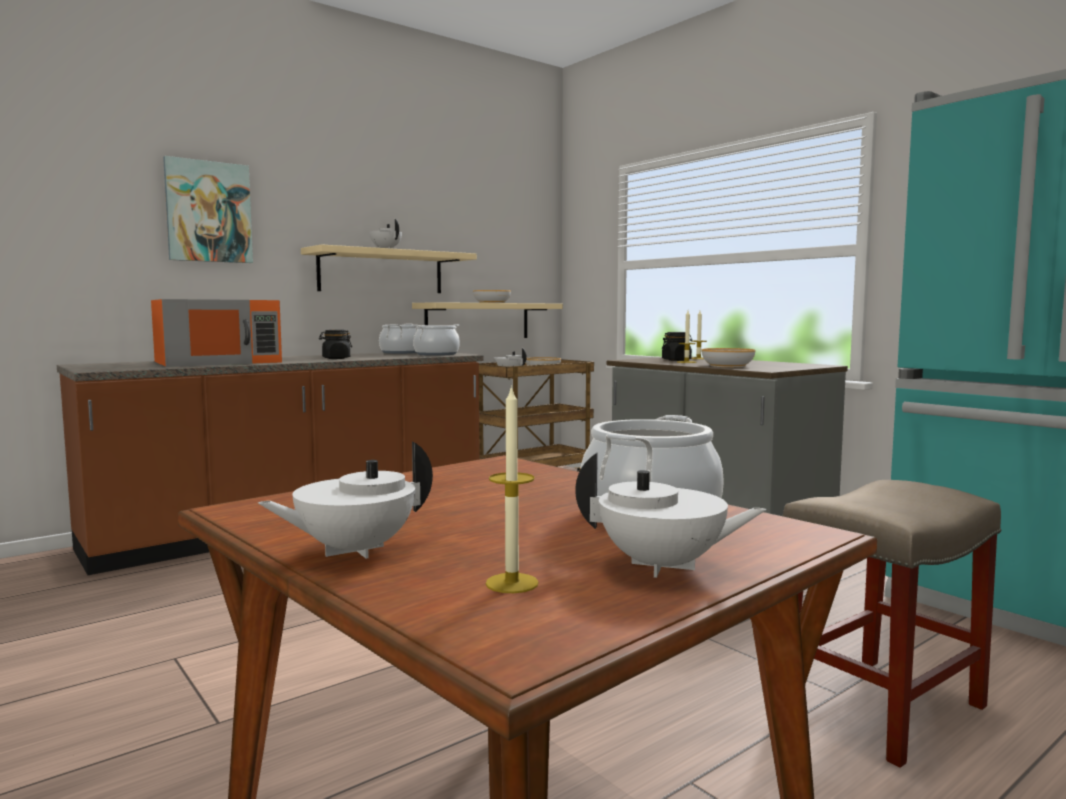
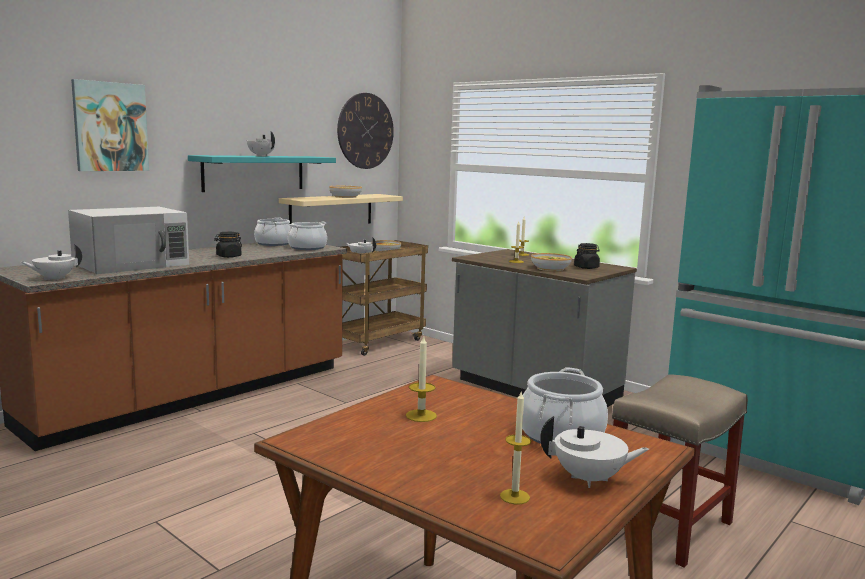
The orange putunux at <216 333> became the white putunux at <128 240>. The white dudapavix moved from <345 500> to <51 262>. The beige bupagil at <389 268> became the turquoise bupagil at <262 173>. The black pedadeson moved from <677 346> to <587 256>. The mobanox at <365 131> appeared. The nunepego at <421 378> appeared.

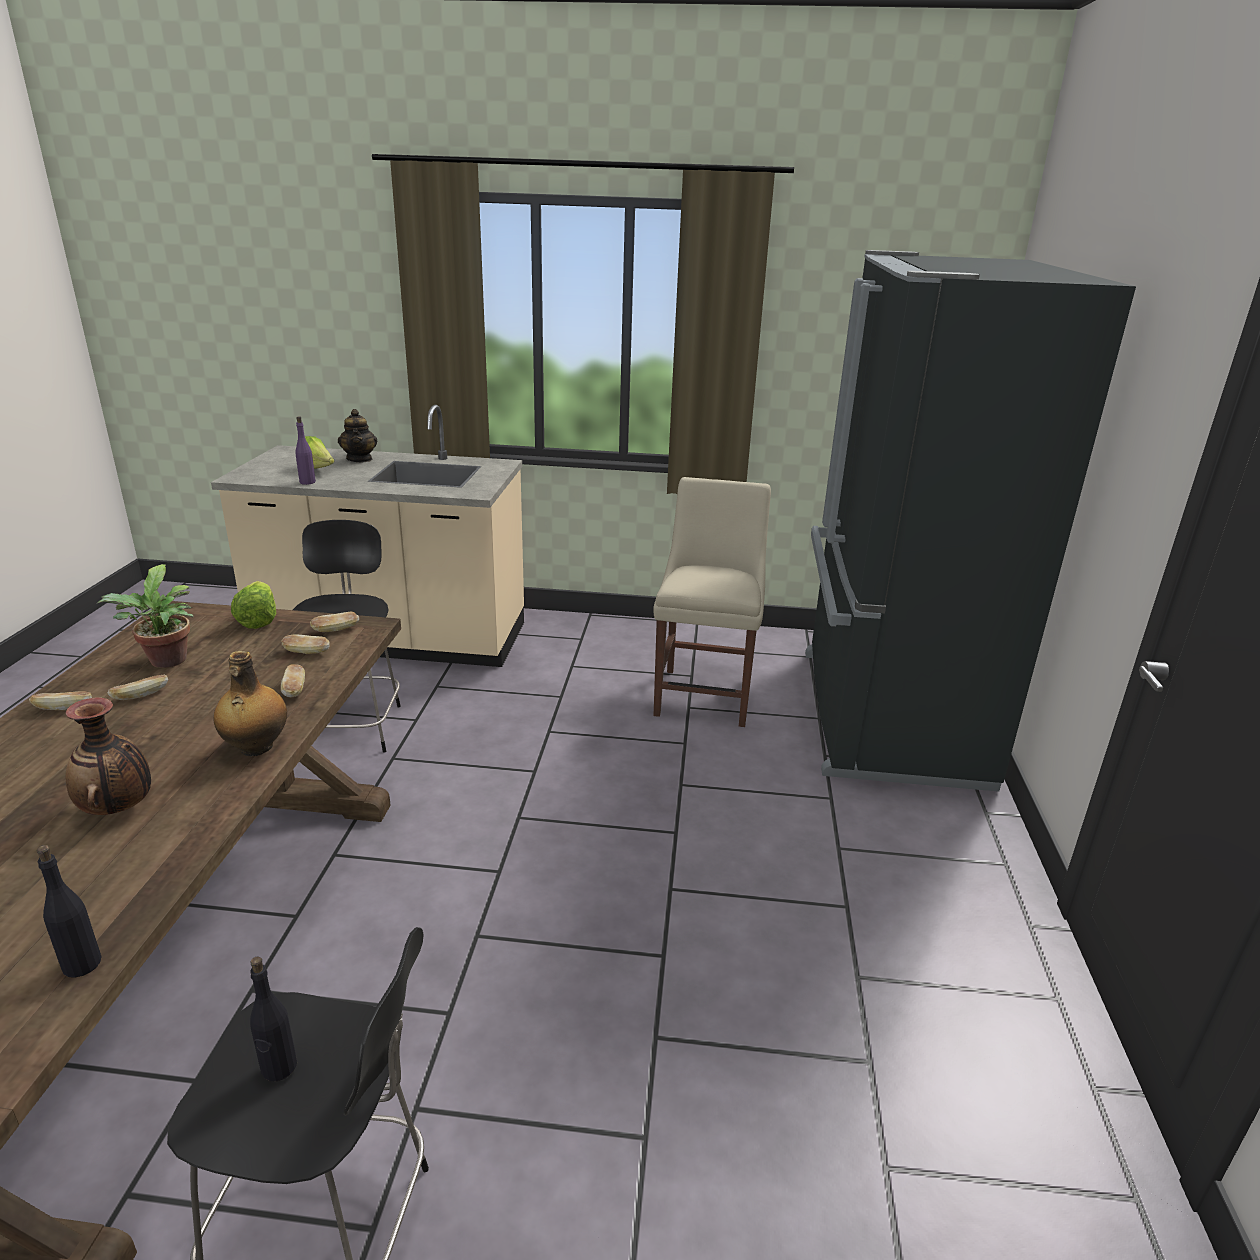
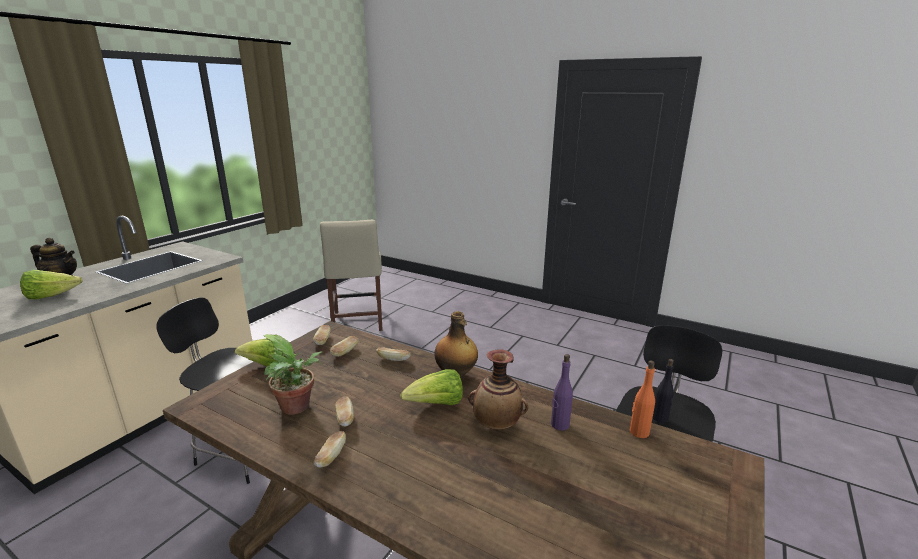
The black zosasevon at <69 911> became the orange zosasevon at <642 399>. The purple zosasevon moved from <305 450> to <562 392>. The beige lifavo at <712 602> turned 135 degrees counterclockwise. The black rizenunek at <970 521> disappeared. The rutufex at <431 387> appeared.

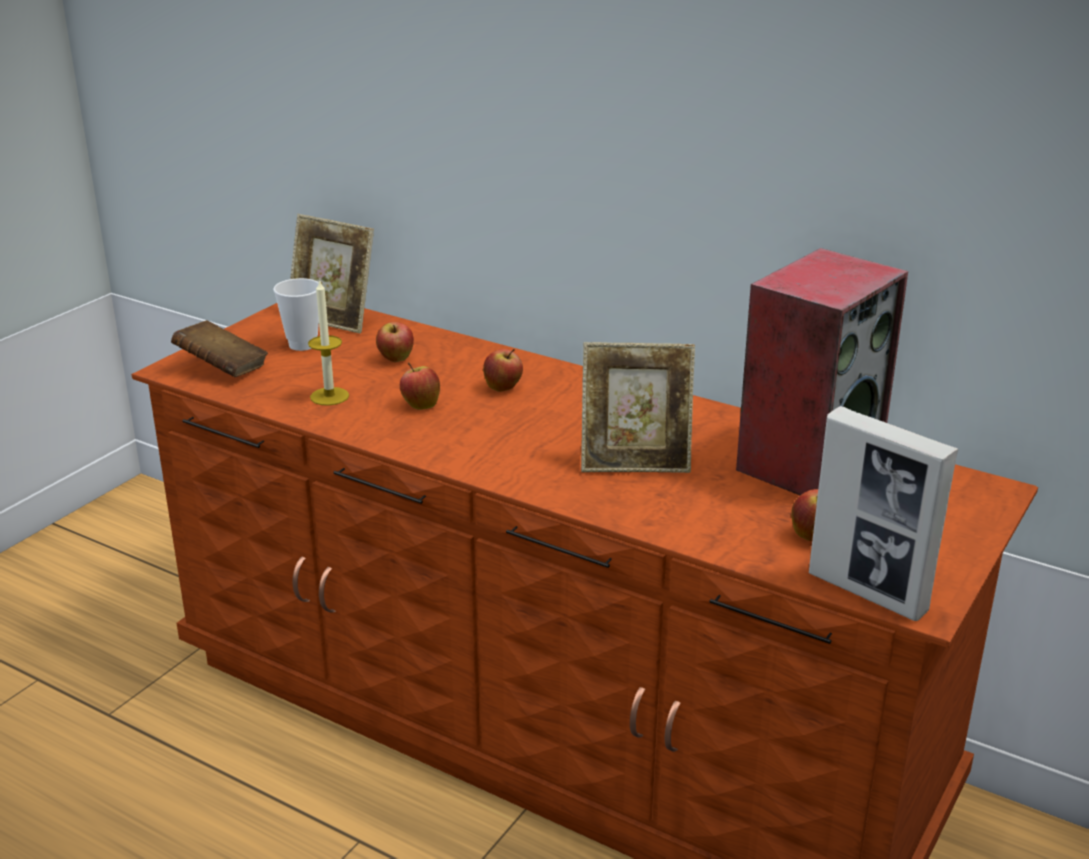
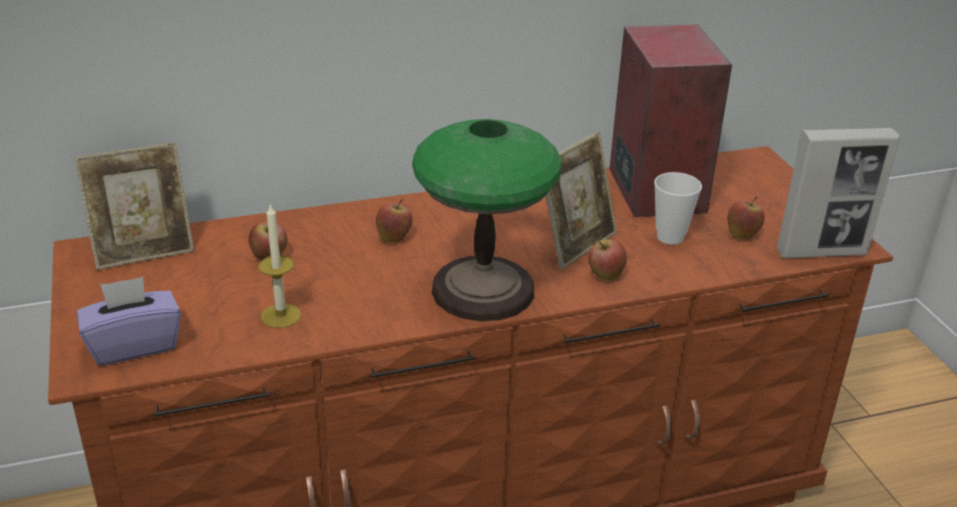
The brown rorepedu at <219 348> was replaced by the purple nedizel at <129 321>. The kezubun moved from <296 314> to <678 208>. The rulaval moved from <420 386> to <607 260>. The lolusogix at <487 220> appeared.

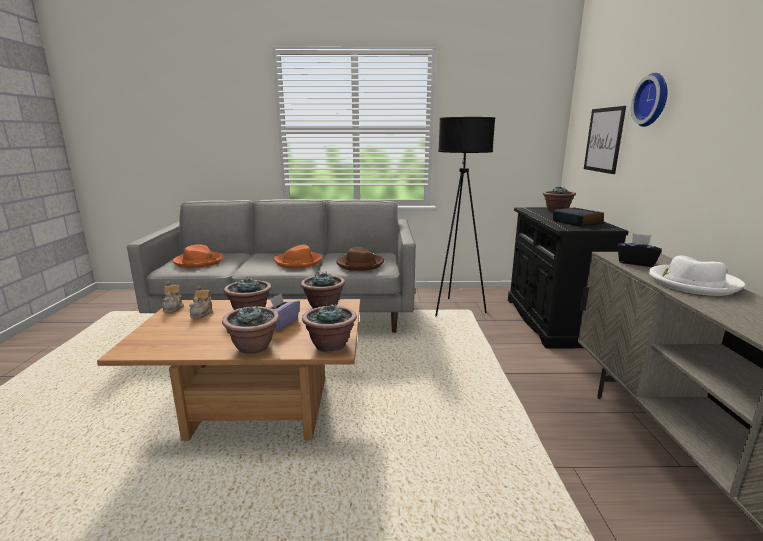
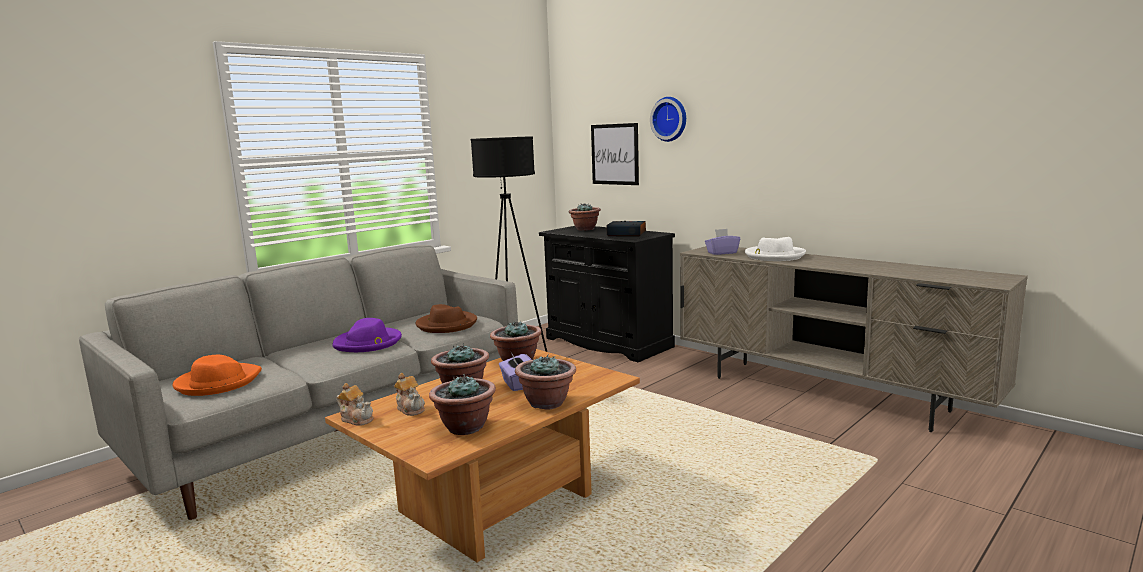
The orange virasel at <298 256> became the purple virasel at <367 335>. The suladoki moved from <329 327> to <462 404>. The black nedizel at <640 250> became the purple nedizel at <722 242>.

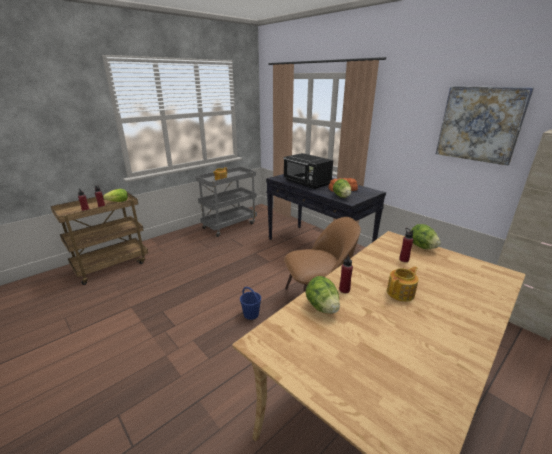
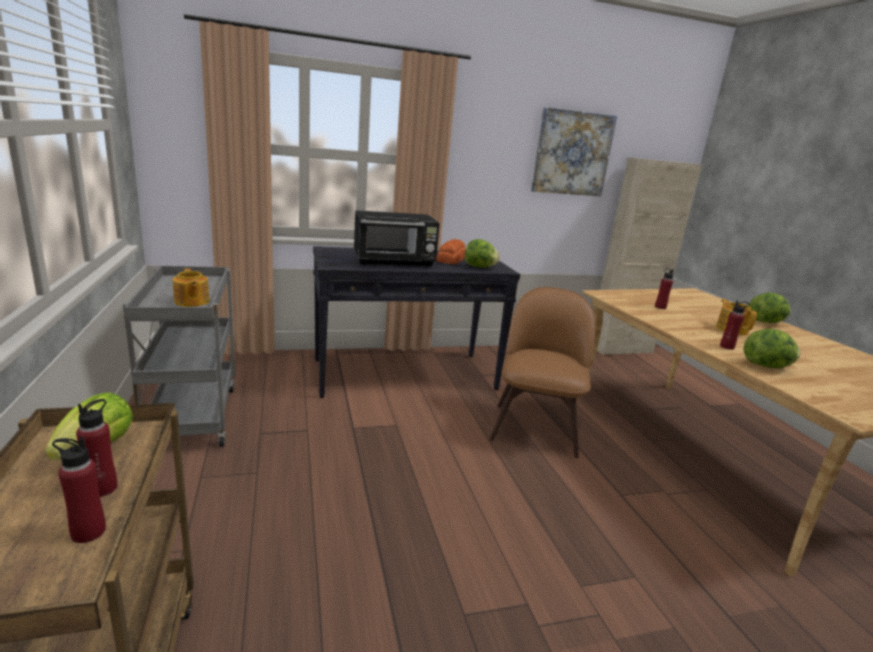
The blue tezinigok at <250 303> disappeared. The rutufex moved from <425 236> to <770 308>.

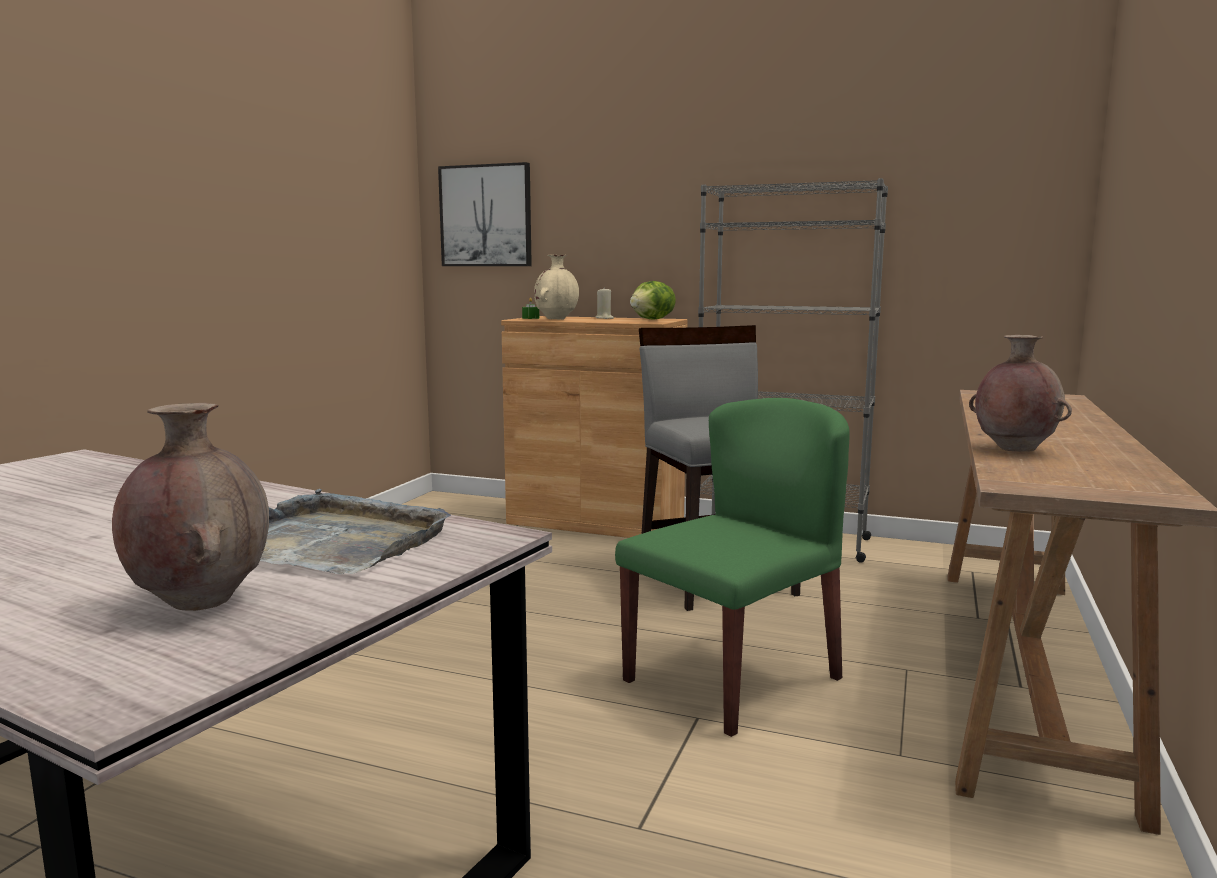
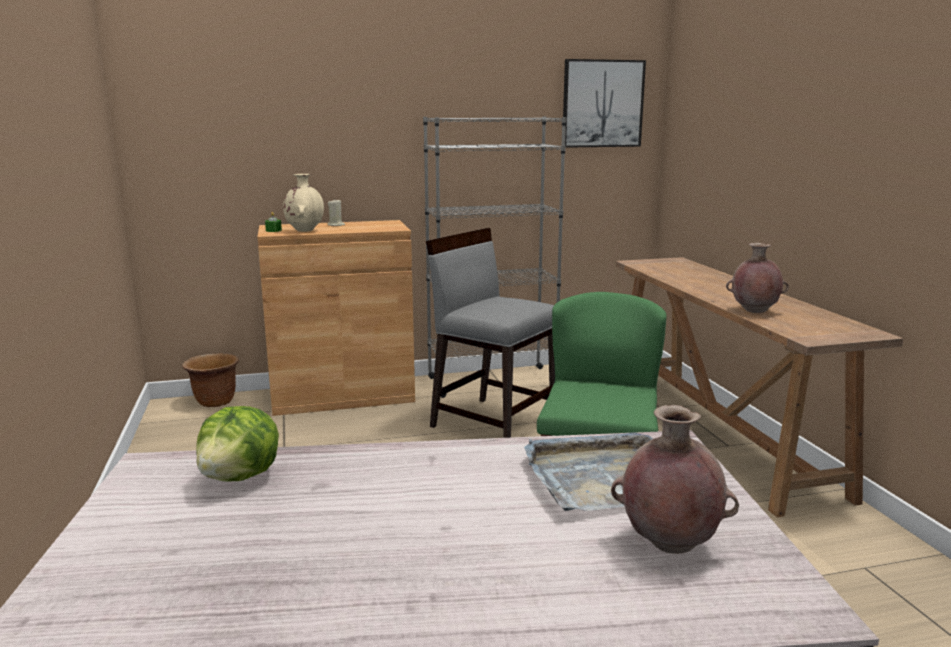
The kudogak moved from <485 214> to <604 103>. The rutufex moved from <653 300> to <237 443>. The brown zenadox at <210 380> appeared.

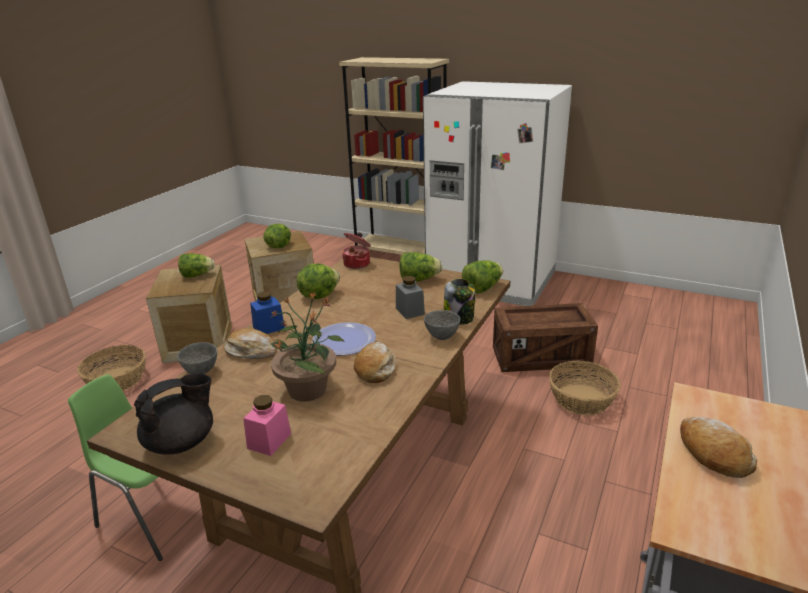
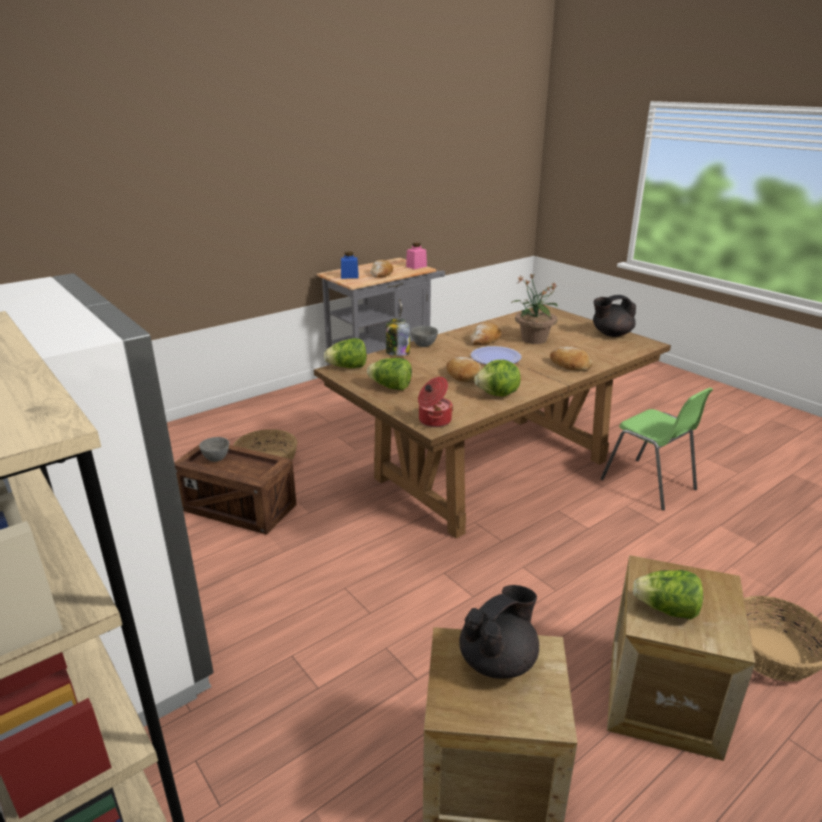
The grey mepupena moved from <197 358> to <214 449>. The pink pedadeson moved from <267 425> to <416 256>. The blue pedadeson moved from <267 312> to <350 265>. The rutufex at <277 236> was replaced by the black dudapavix at <499 632>. The grey pedadeson at <410 297> disappeared. The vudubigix at <463 370> appeared.

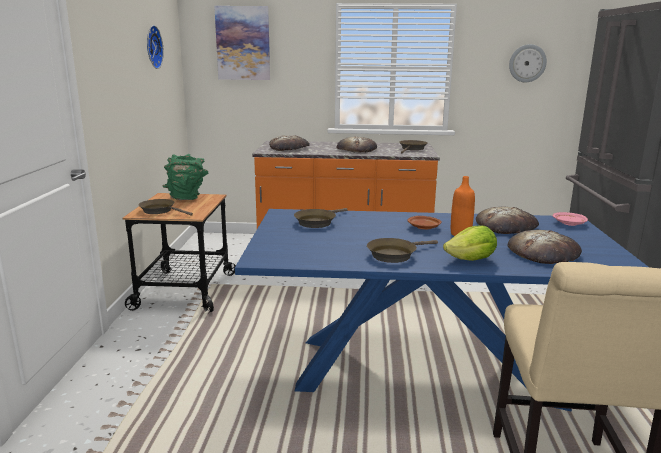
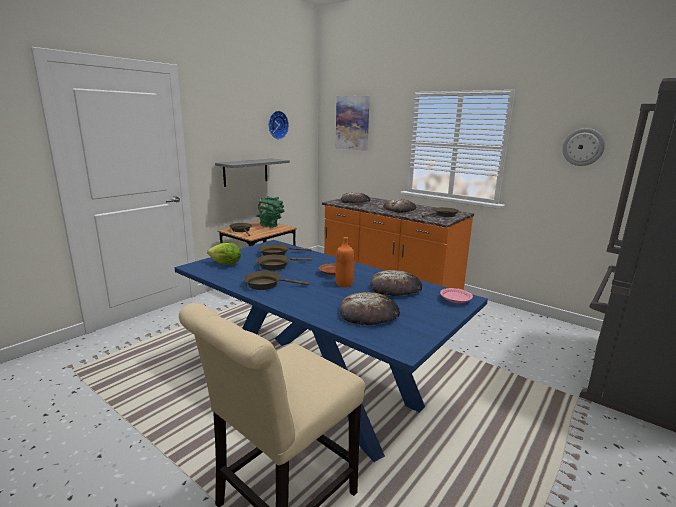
The rutufex moved from <470 243> to <224 254>. The grey bupagil at <252 172> appeared. The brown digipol at <284 263> appeared.

